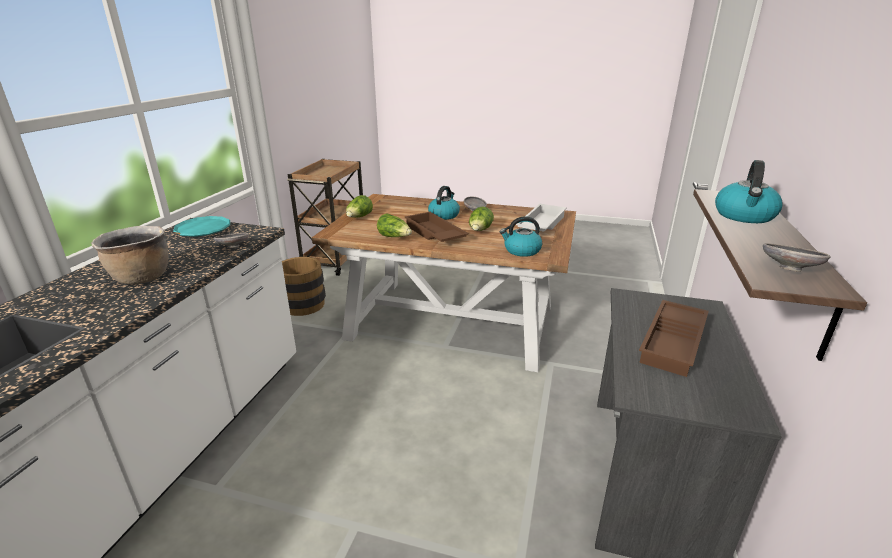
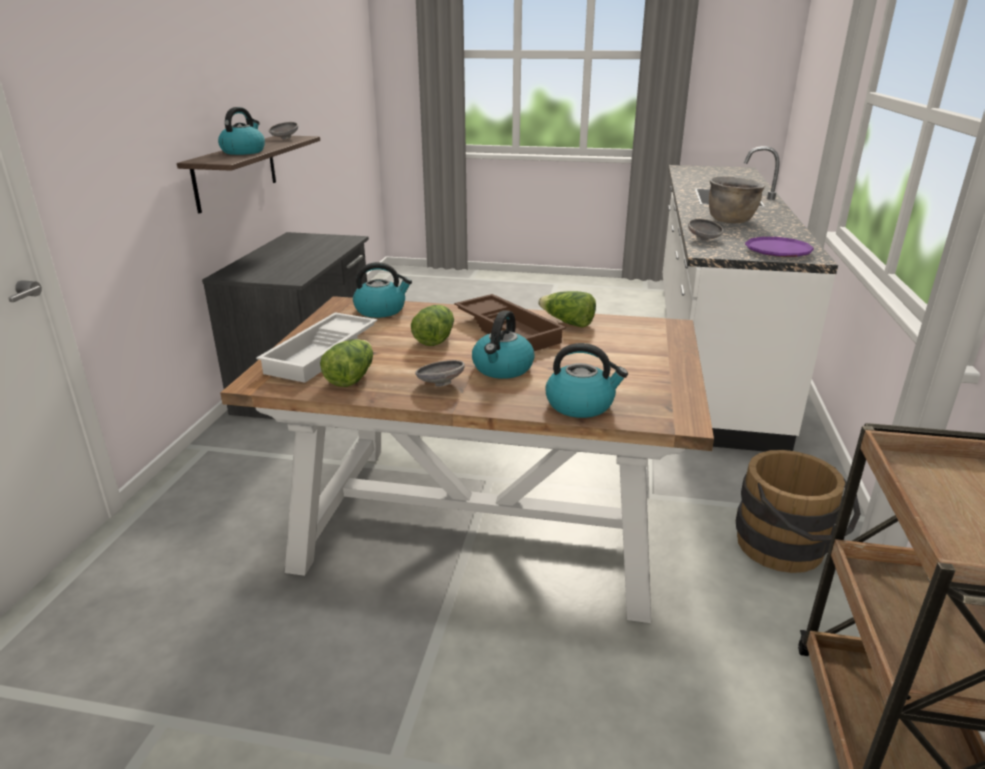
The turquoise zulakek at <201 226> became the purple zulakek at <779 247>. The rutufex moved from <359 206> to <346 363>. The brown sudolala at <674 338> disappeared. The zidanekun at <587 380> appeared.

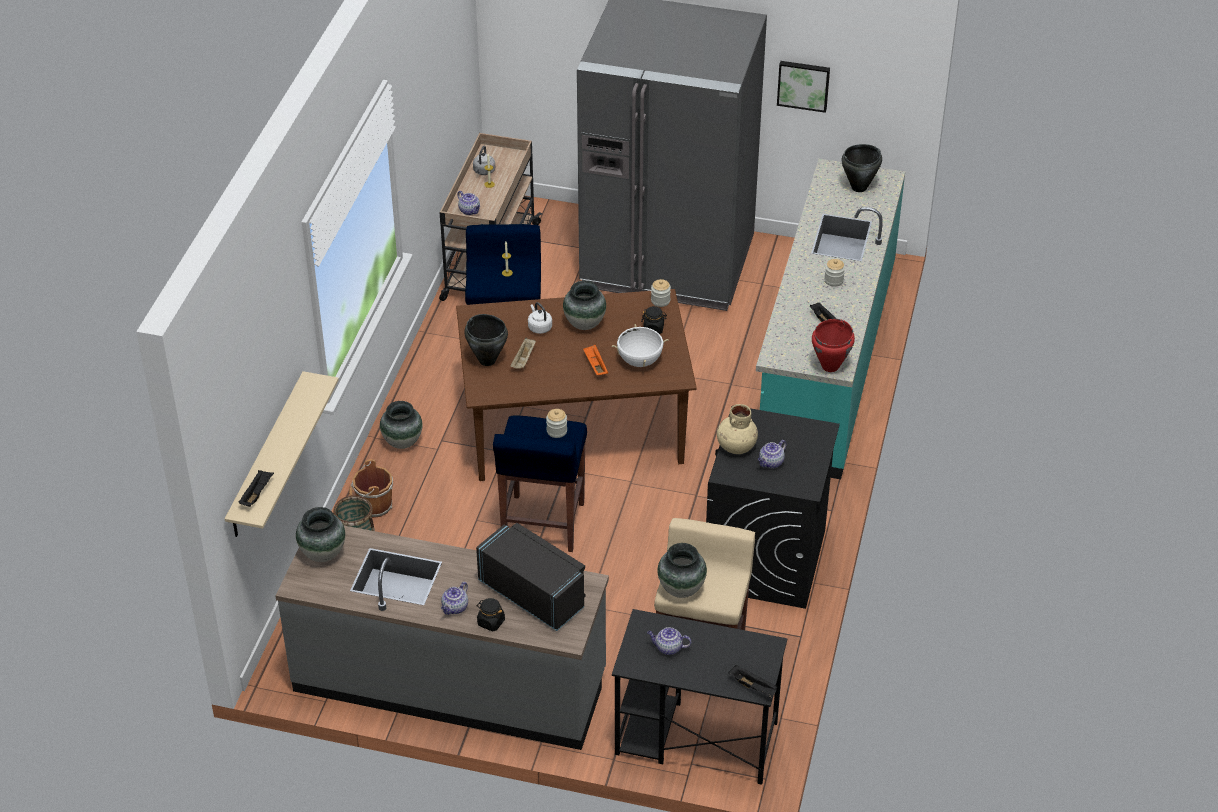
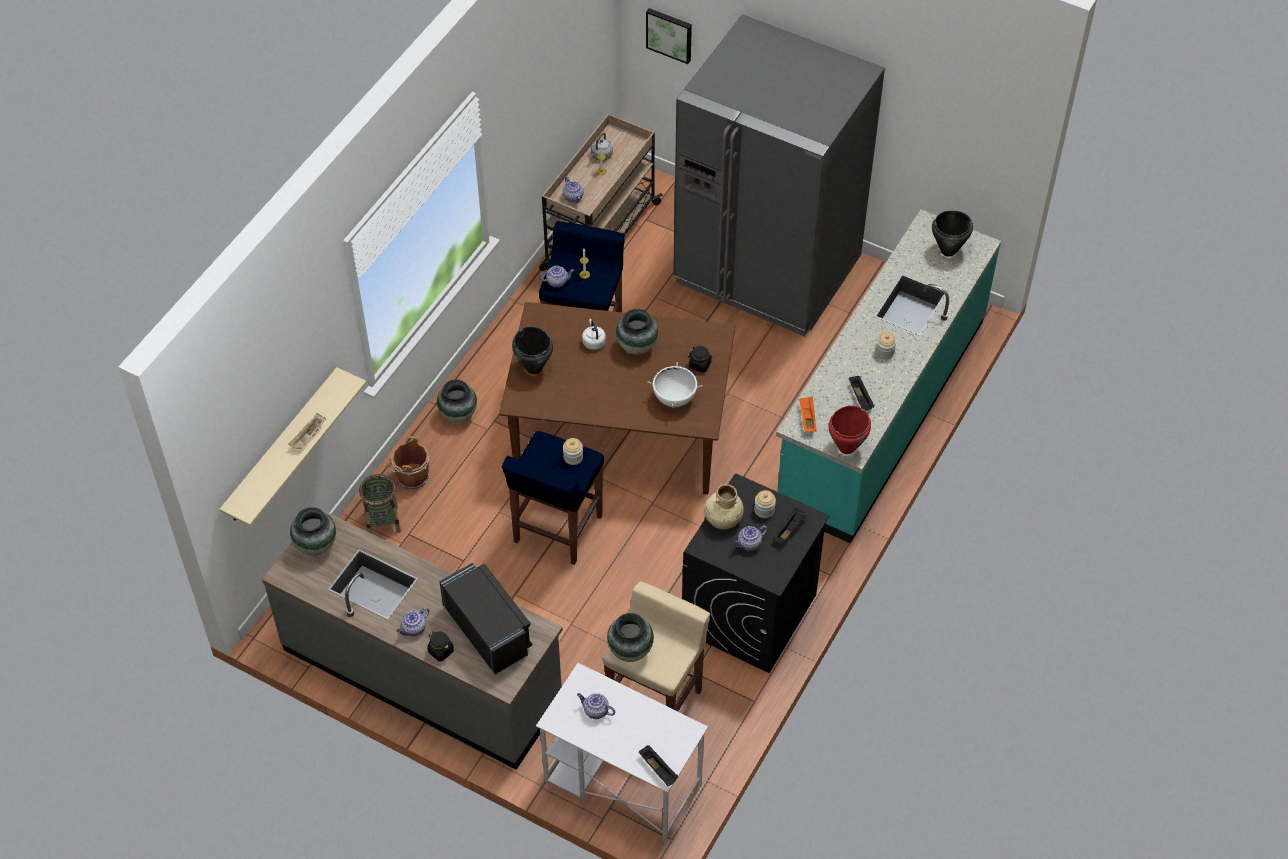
The black sudolala moved from <256 488> to <790 526>. The beige sudolala moved from <523 353> to <307 431>. The orange sudolala moved from <595 359> to <807 414>. The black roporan at <699 697> became the white roporan at <622 753>. The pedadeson moved from <661 293> to <765 504>. The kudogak moved from <803 87> to <669 36>. The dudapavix at <557 277> appeared.

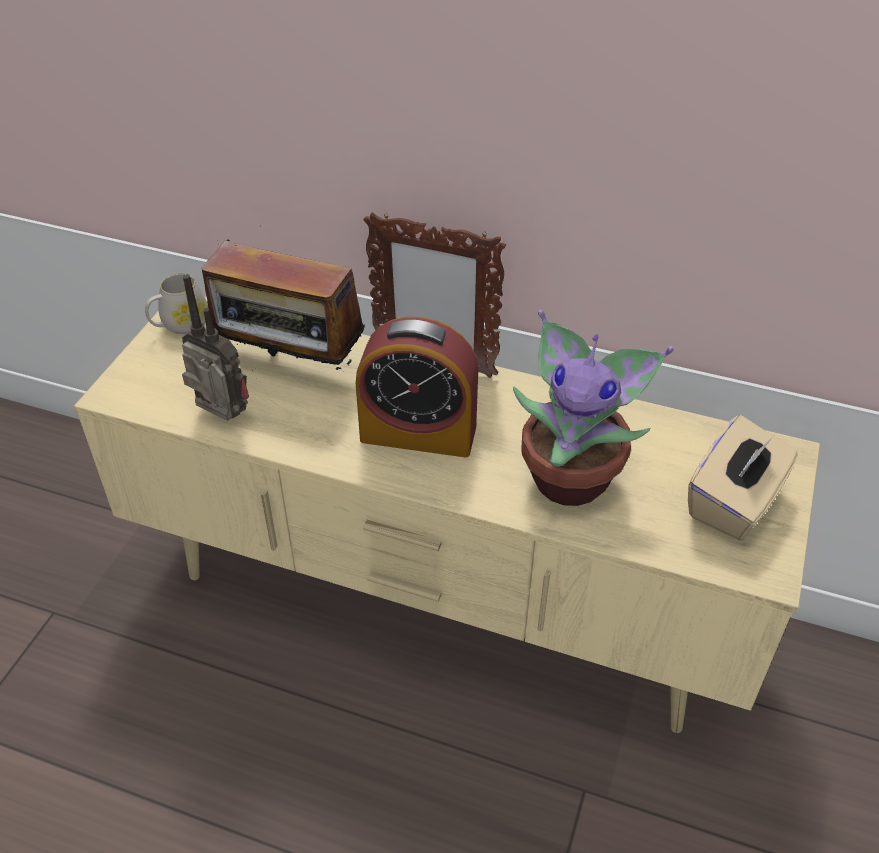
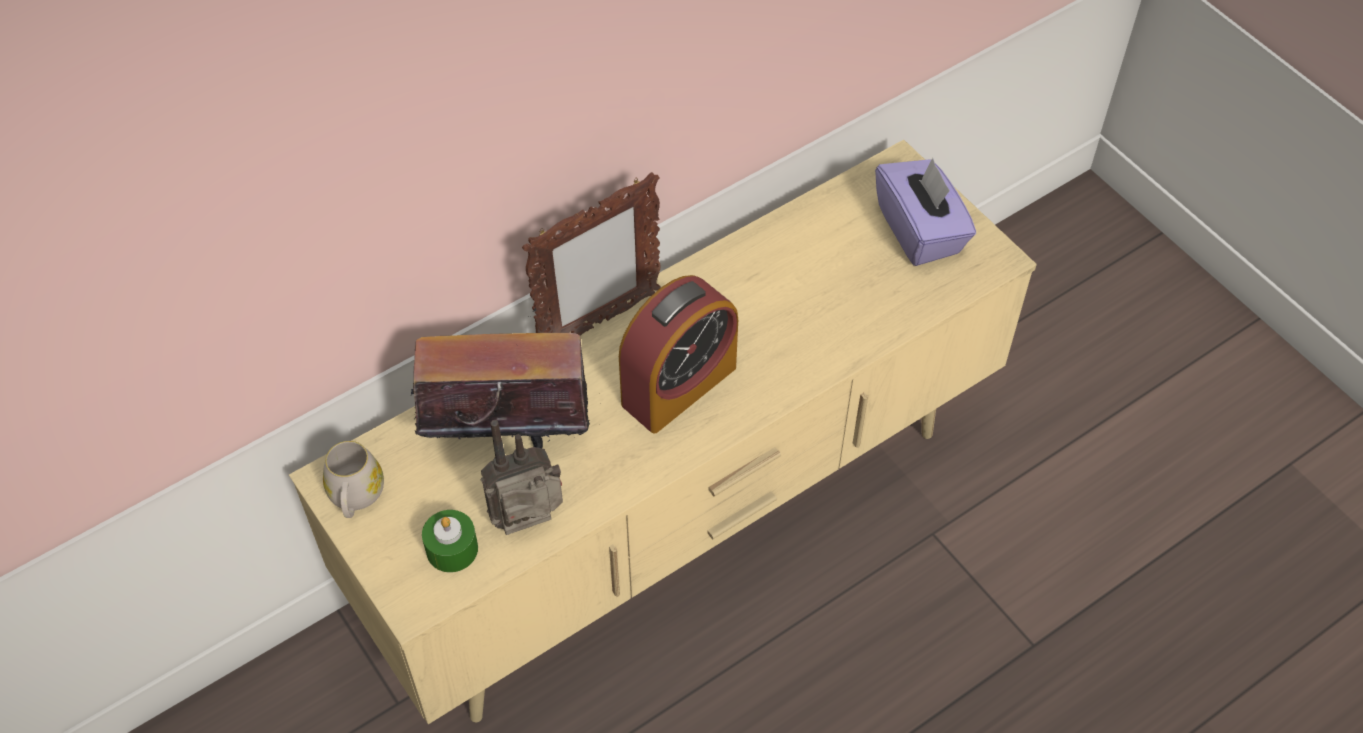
The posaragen at <283 305> turned 150 degrees counterclockwise. The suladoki at <593 408> disappeared. The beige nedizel at <743 477> became the purple nedizel at <925 212>. The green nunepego at <450 541> appeared.

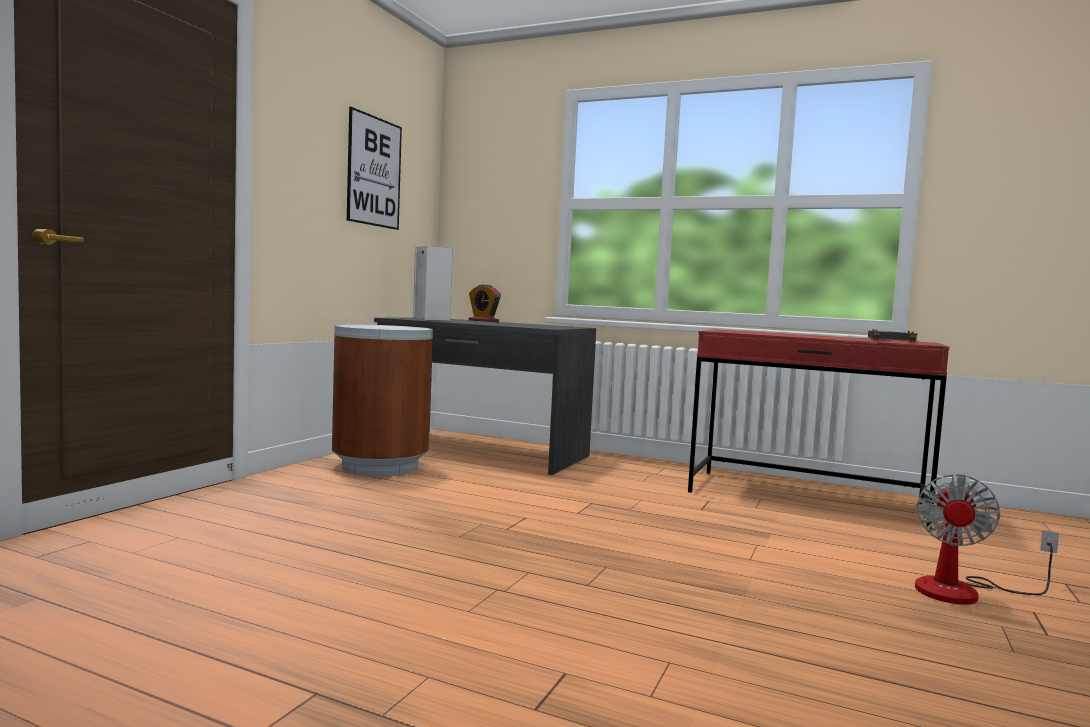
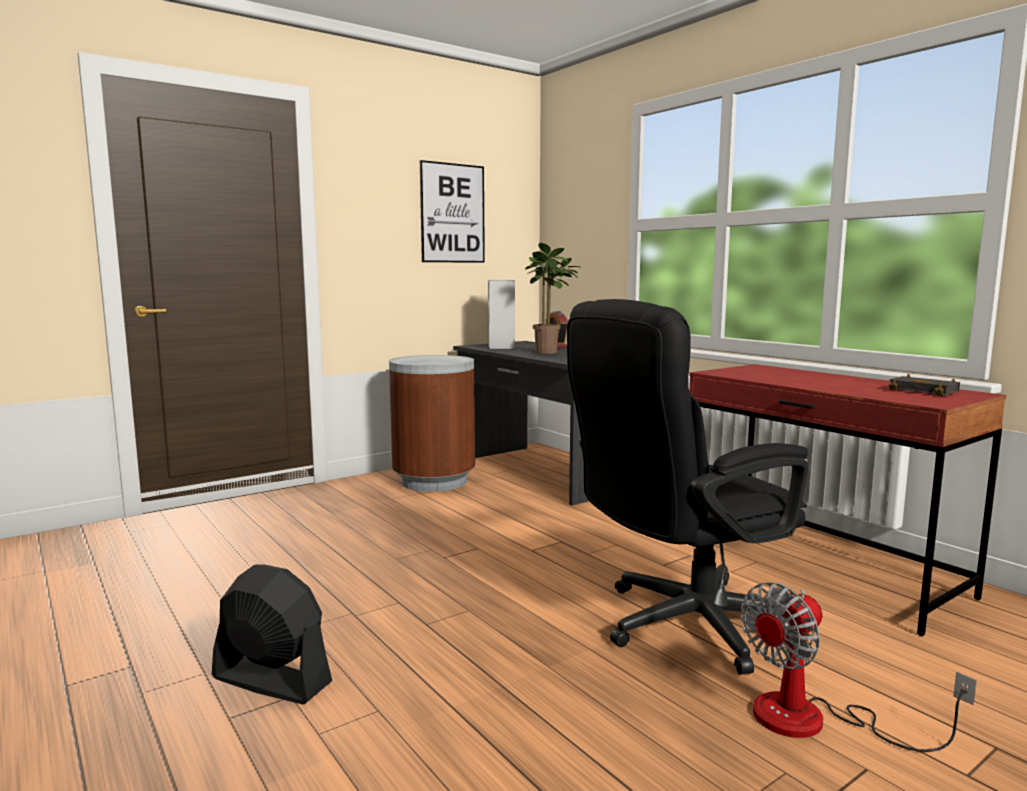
The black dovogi at <272 634> appeared. The suladoki at <552 298> appeared. The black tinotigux at <687 487> appeared.

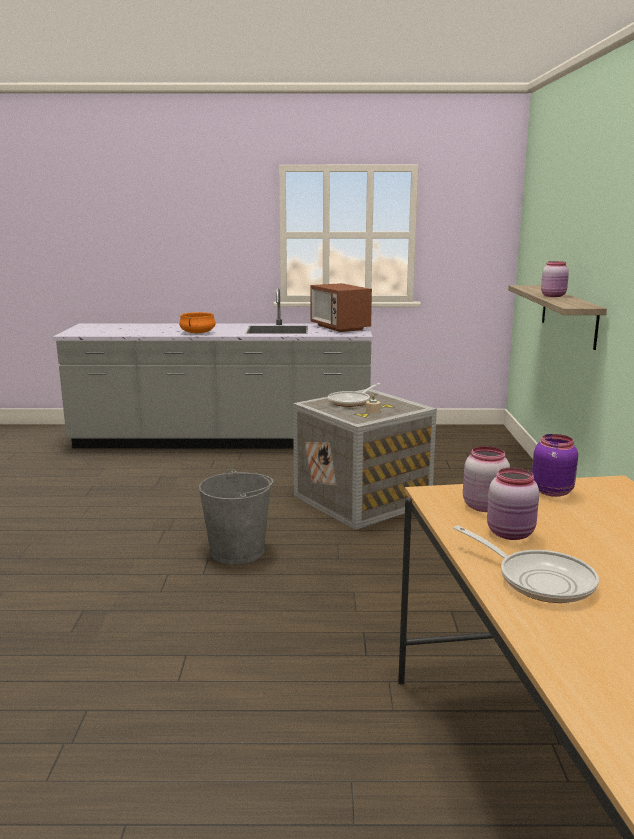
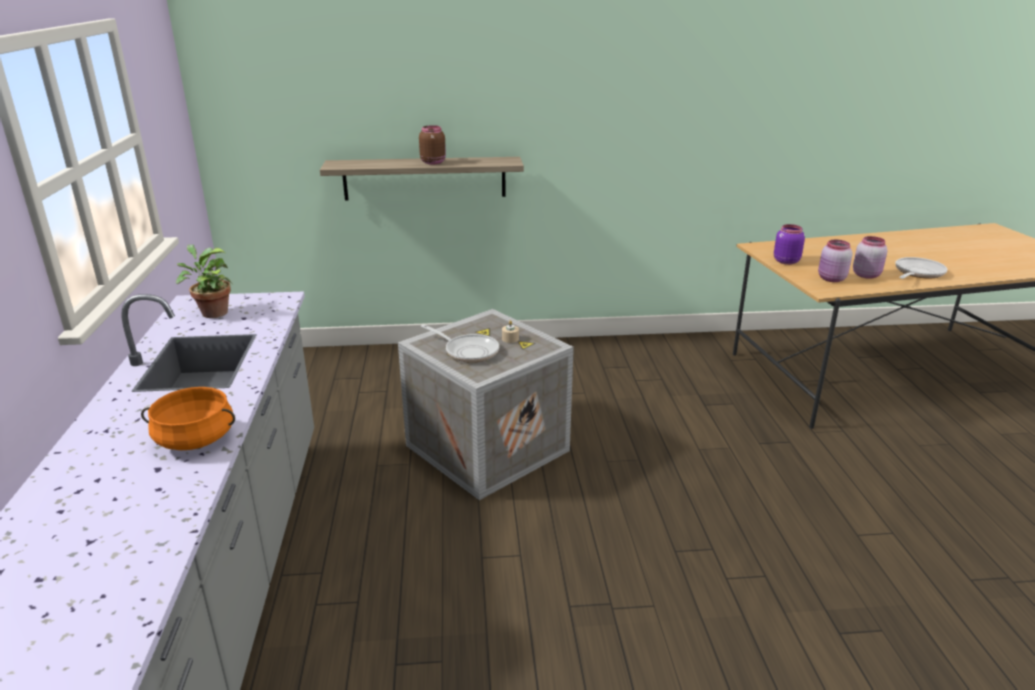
The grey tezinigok at <236 517> disappeared. The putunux at <341 307> was replaced by the suladoki at <204 281>. The pink pedadeson at <555 279> became the brown pedadeson at <432 145>.

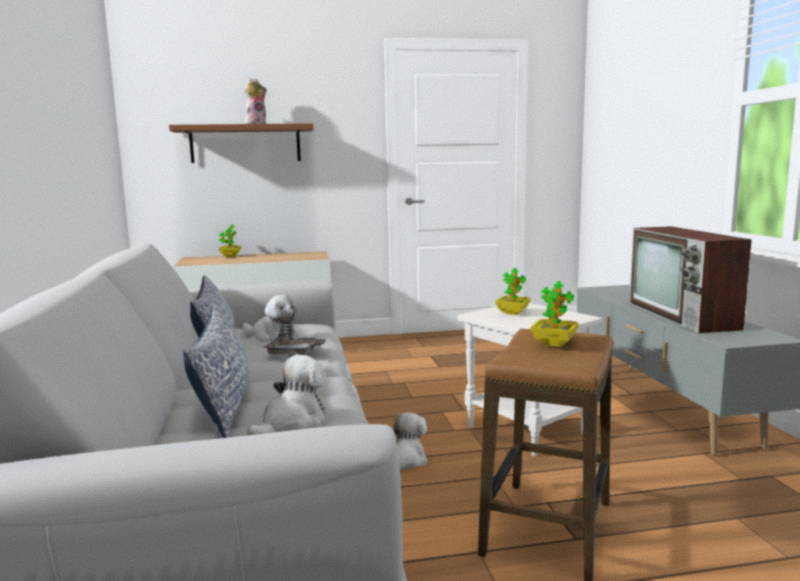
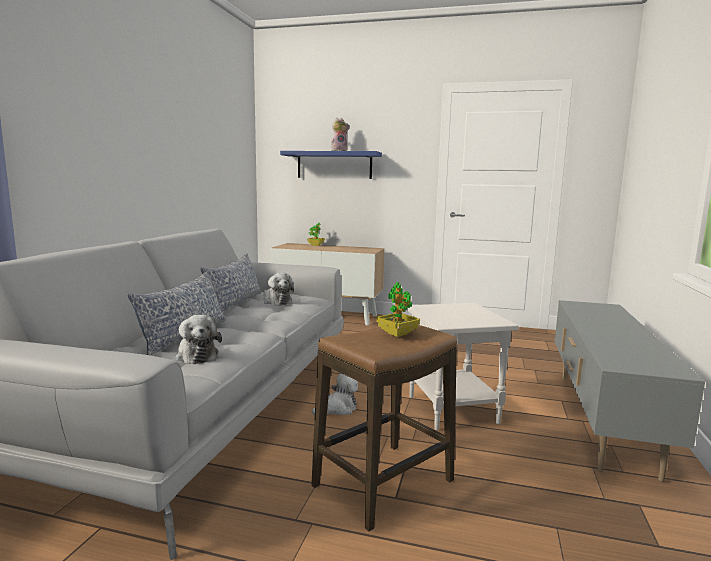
The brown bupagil at <241 143> became the blue bupagil at <331 165>. The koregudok at <286 395> turned 90 degrees clockwise. The grey sudolala at <297 343> disappeared. The suladoki at <512 291> disappeared. The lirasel at <690 279> disappeared.

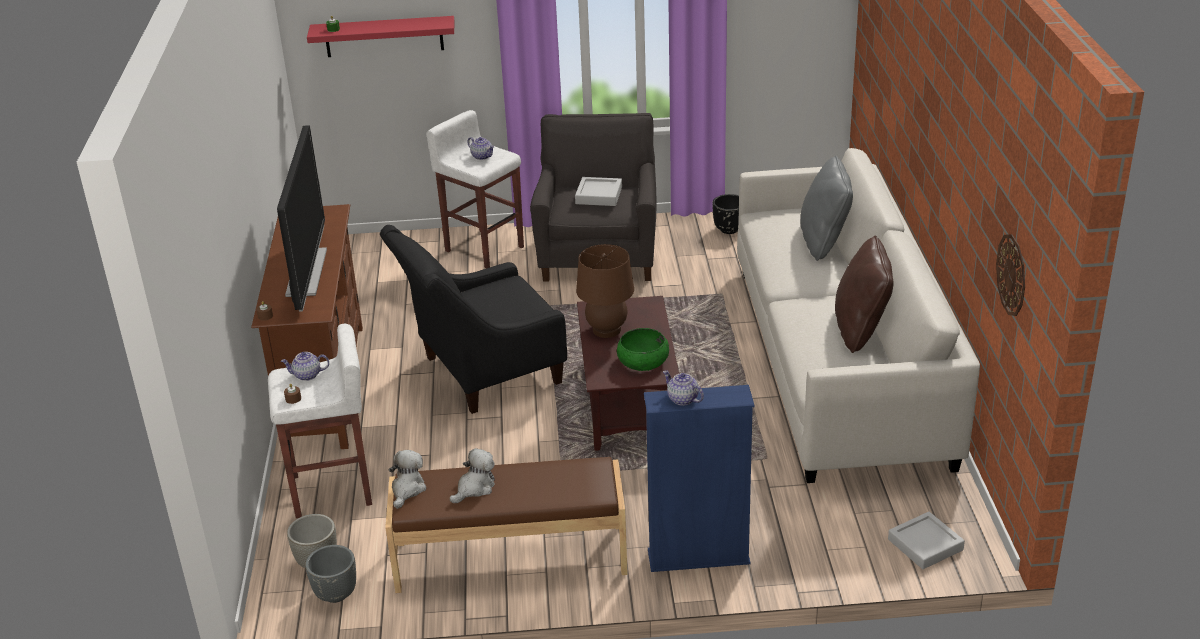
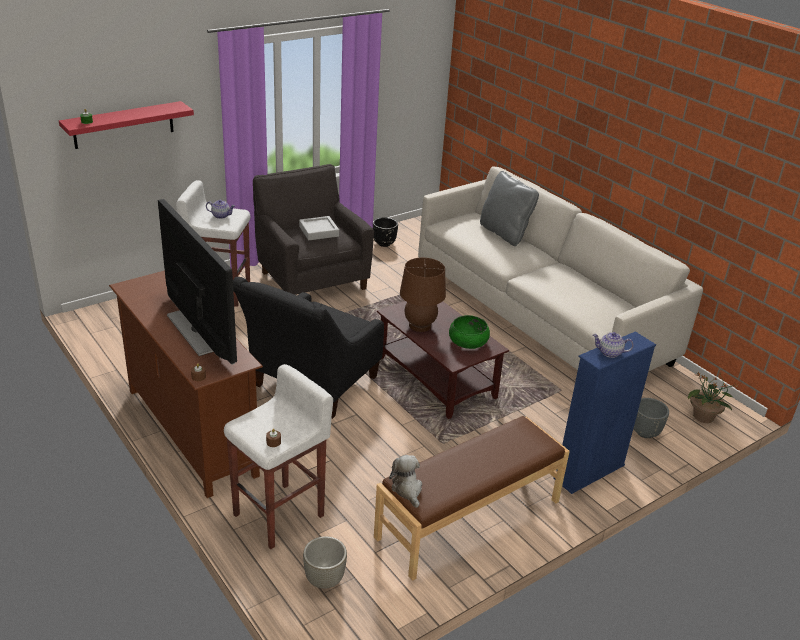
The dudapavix at <305 366> disappeared. The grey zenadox moved from <330 574> to <651 418>. The koregudok at <472 475> disappeared. The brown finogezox at <864 294> disappeared. The grey sudolala at <926 540> was replaced by the suladoki at <713 397>. The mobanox at <1010 275> disappeared.

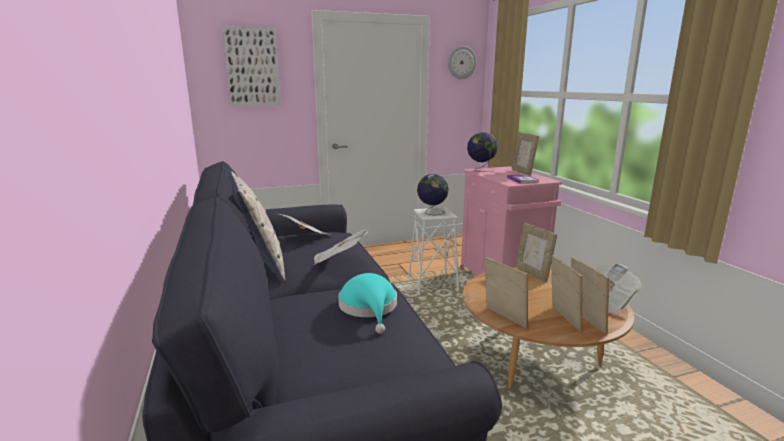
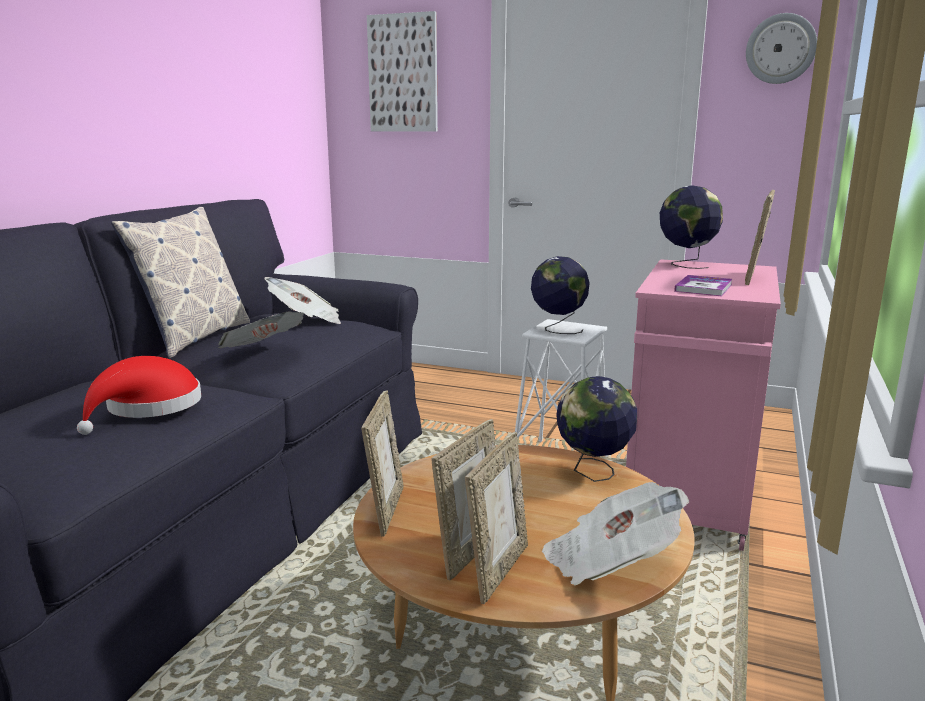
The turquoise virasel at <367 303> became the red virasel at <139 395>. The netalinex at <536 252> was replaced by the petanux at <596 429>.

